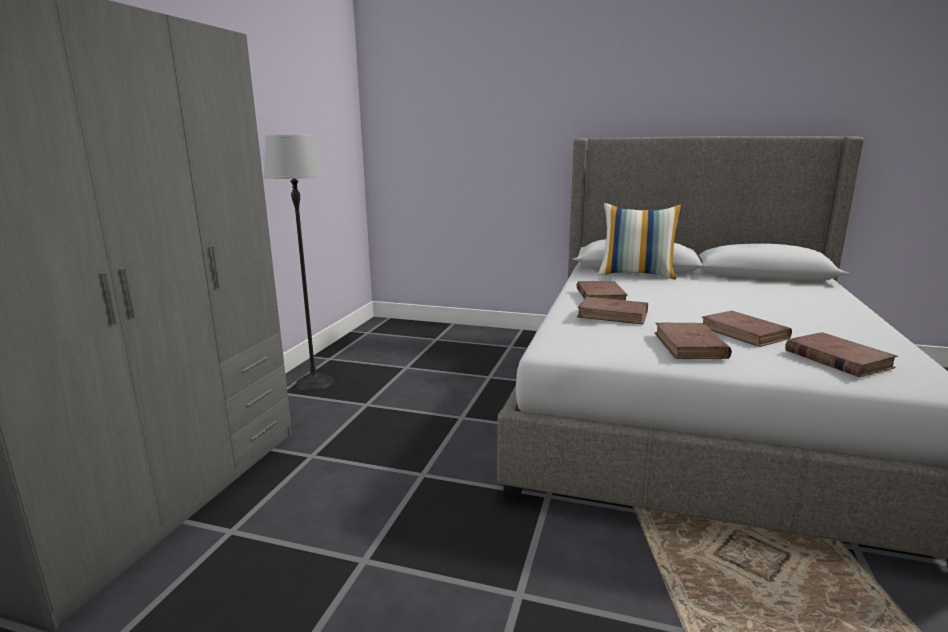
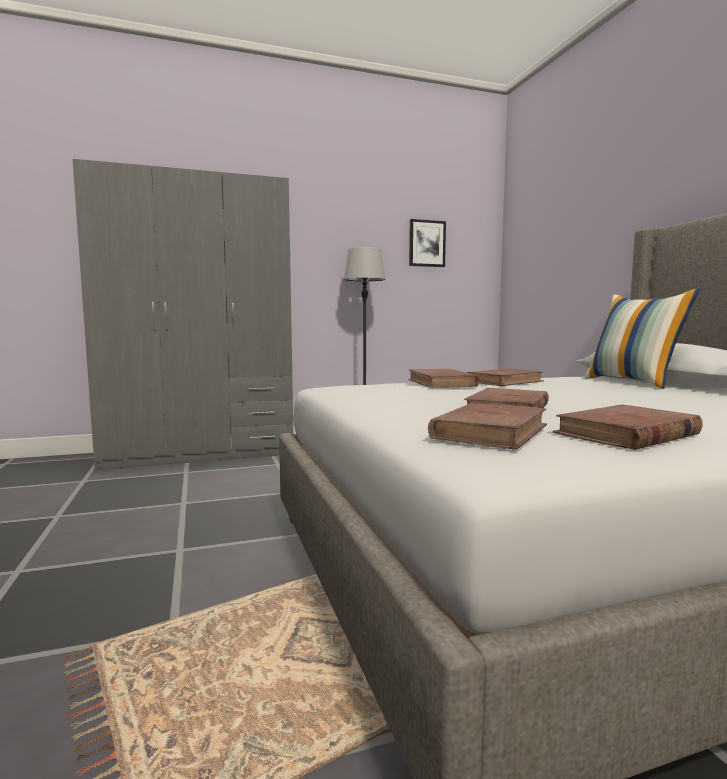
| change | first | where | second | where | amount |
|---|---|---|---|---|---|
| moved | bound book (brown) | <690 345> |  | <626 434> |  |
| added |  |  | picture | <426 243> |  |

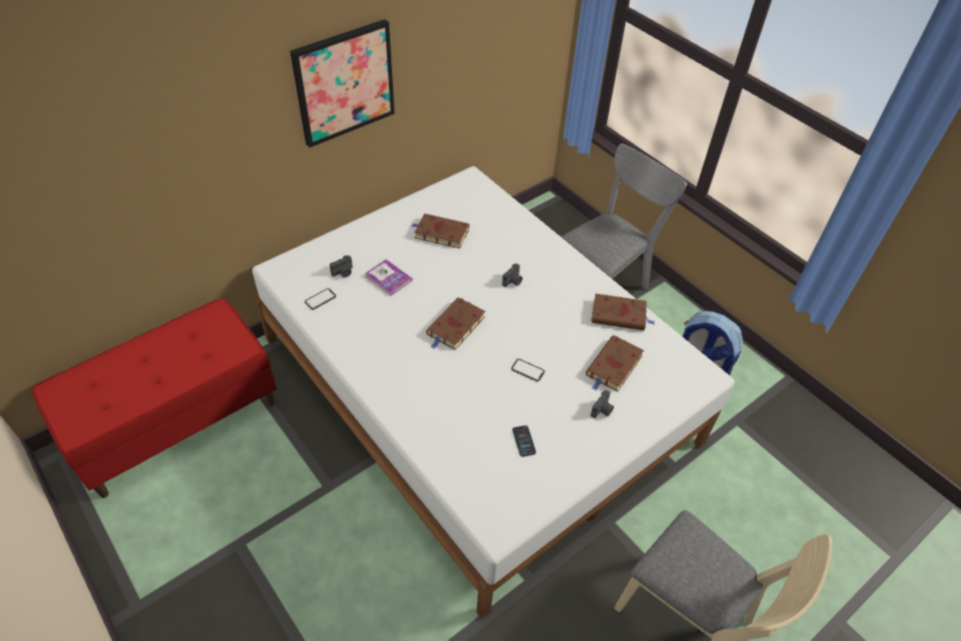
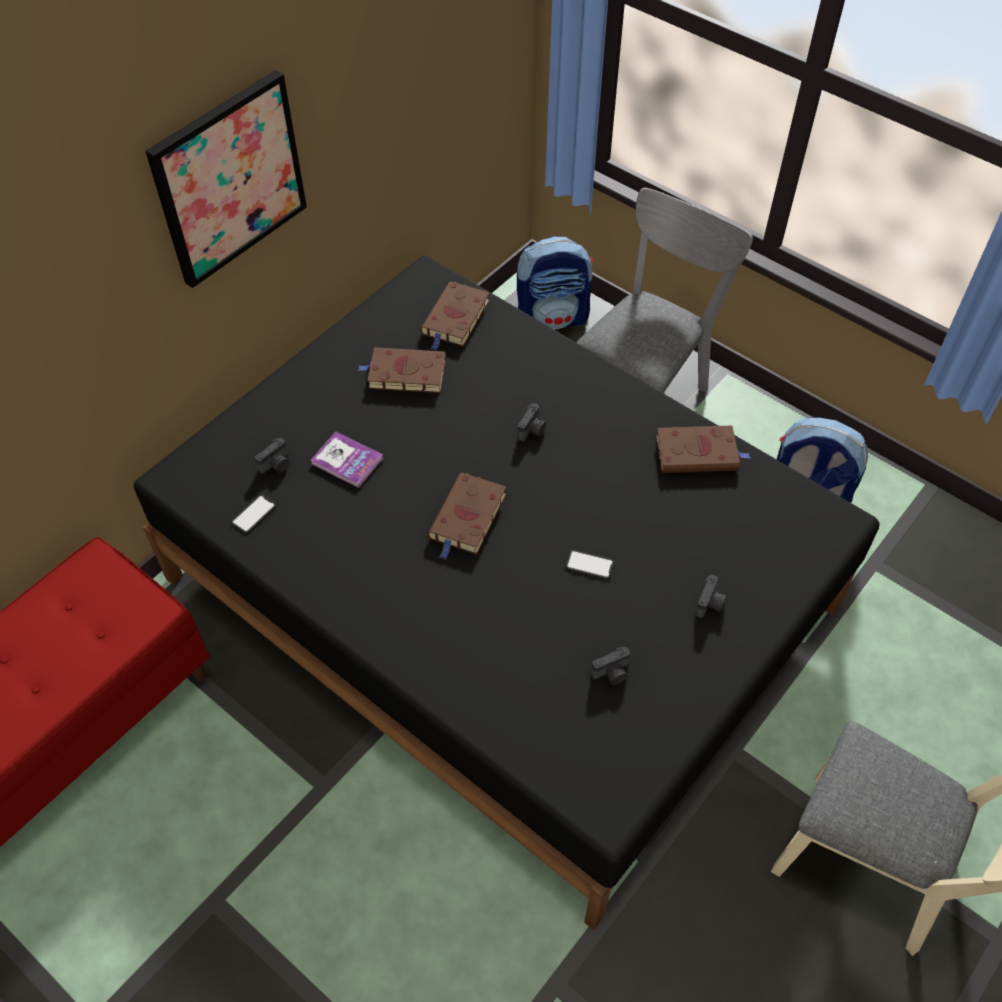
| change | first | where | second | where | amount |
|---|---|---|---|---|---|
| recoloured | bed (whitish) | <477 388> | bed (blackish) | <500 591> |  |
| moved | bound book (brown) | <613 367> |  | <455 319> |  |
| replaced | handset | <524 441> | still camera | <612 673> |  |
| added |  |  | backpack | <553 317> |  |

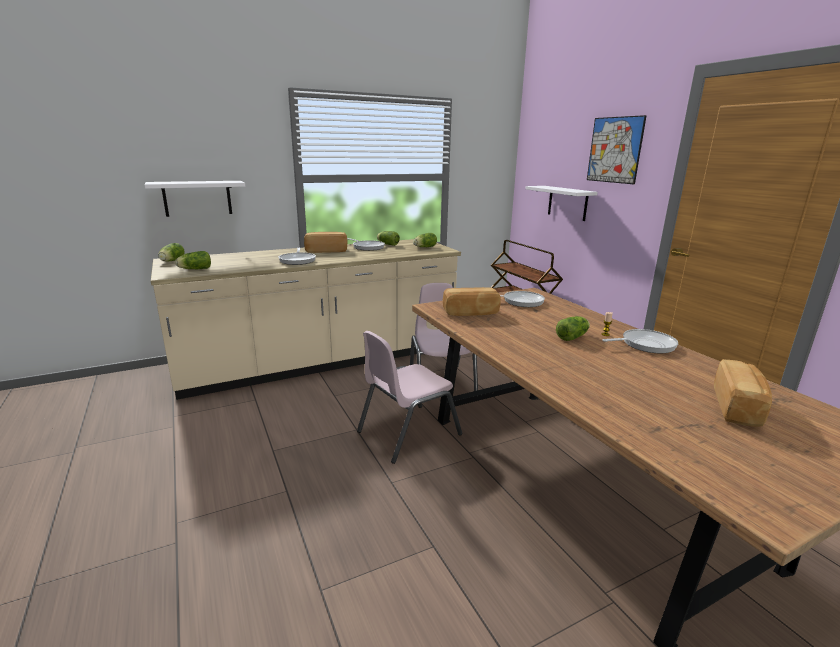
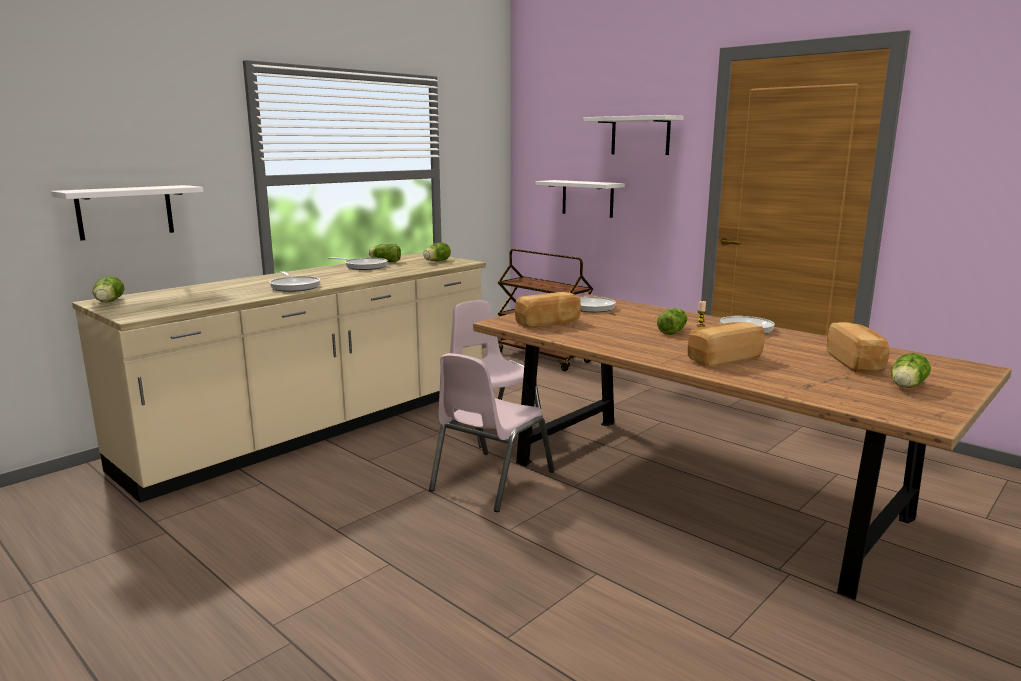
| change | first | where | second | where | amount |
|---|---|---|---|---|---|
| replaced | picture | <614 150> | shelf (whitish) | <640 135> |  |
| moved | baked bread | <326 250> |  | <723 359> |  |
| moved | lettuce | <194 269> |  | <906 386> |  |

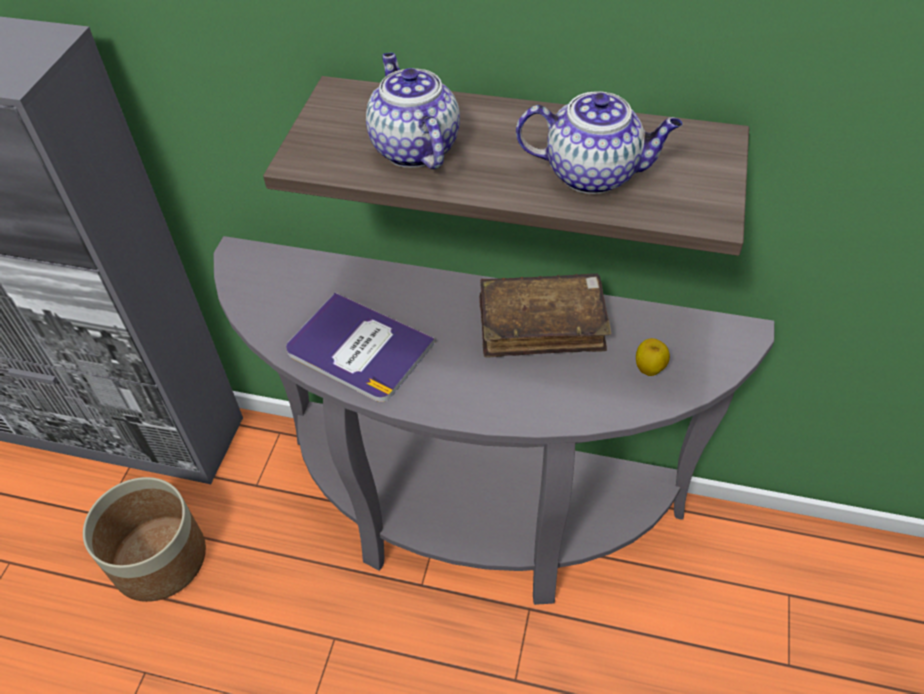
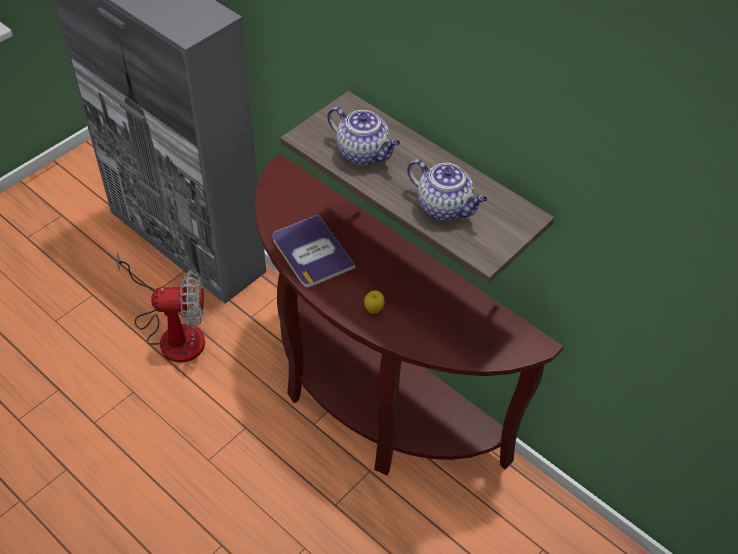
| change | first | where | second | where | amount |
|---|---|---|---|---|---|
| turned | pot for tea | <413 148> |  | <364 153> | 120 degrees clockwise |
| recoloured | console table (grey) | <472 516> | console table (brown) | <370 400> |  |
| removed | bound book (brown) | <541 325> |  |  |  |
| moved | apple | <649 369> |  | <374 310> |  |
| replaced | plant pot | <159 558> | cooling fan | <173 332> |  |

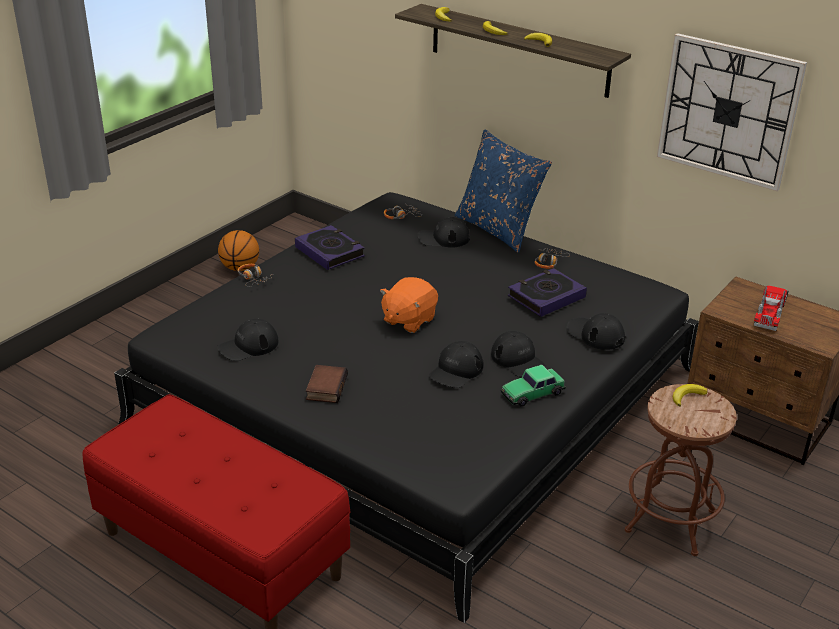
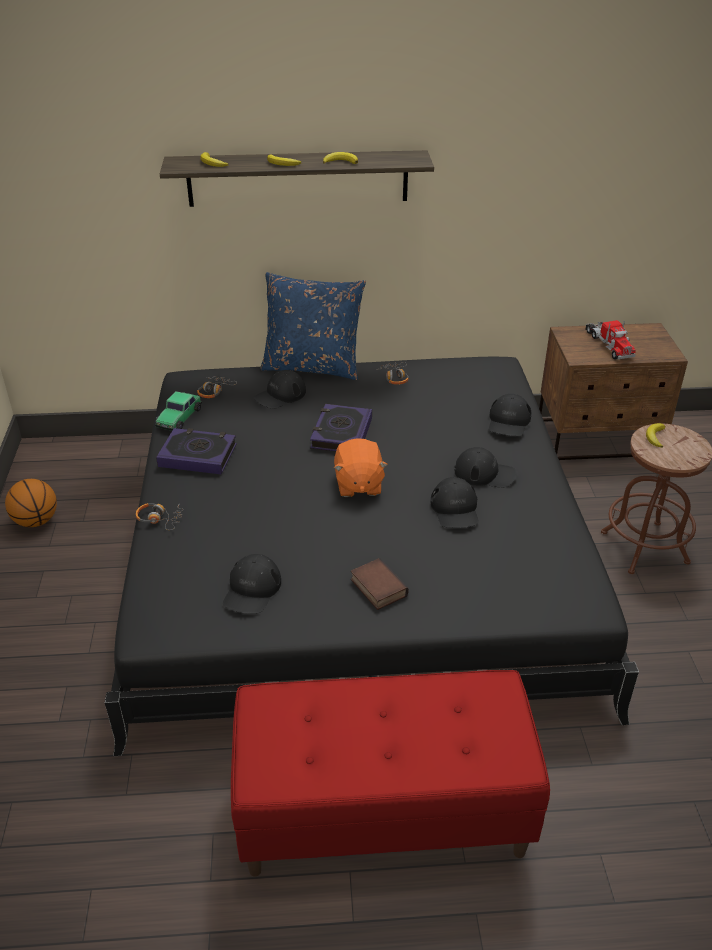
| change | first | where | second | where | amount |
|---|---|---|---|---|---|
| removed | wall clock | <728 111> |  |  |  |
| moved | bound book | <546 297> |  | <341 433> |  |
| turned | cap (blackish) | <595 334> |  | <508 421> | 75 degrees counterclockwise |
| moved | miniature car | <532 393> |  | <179 417> |  |

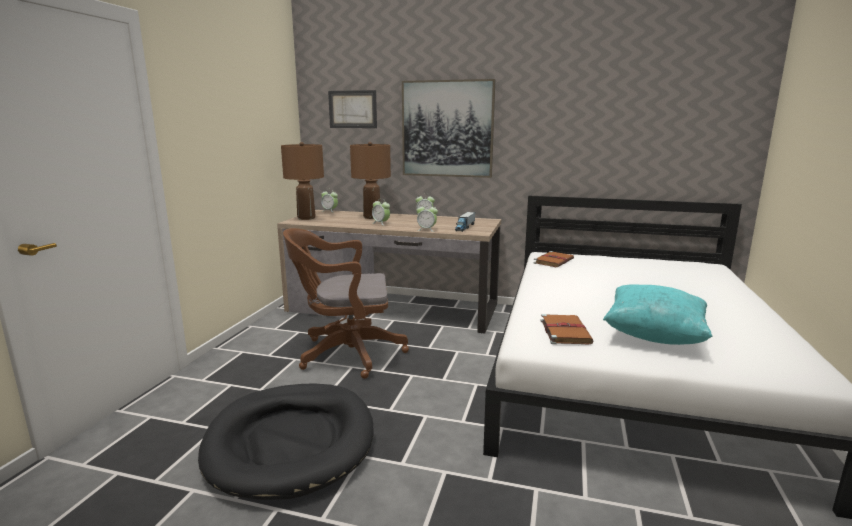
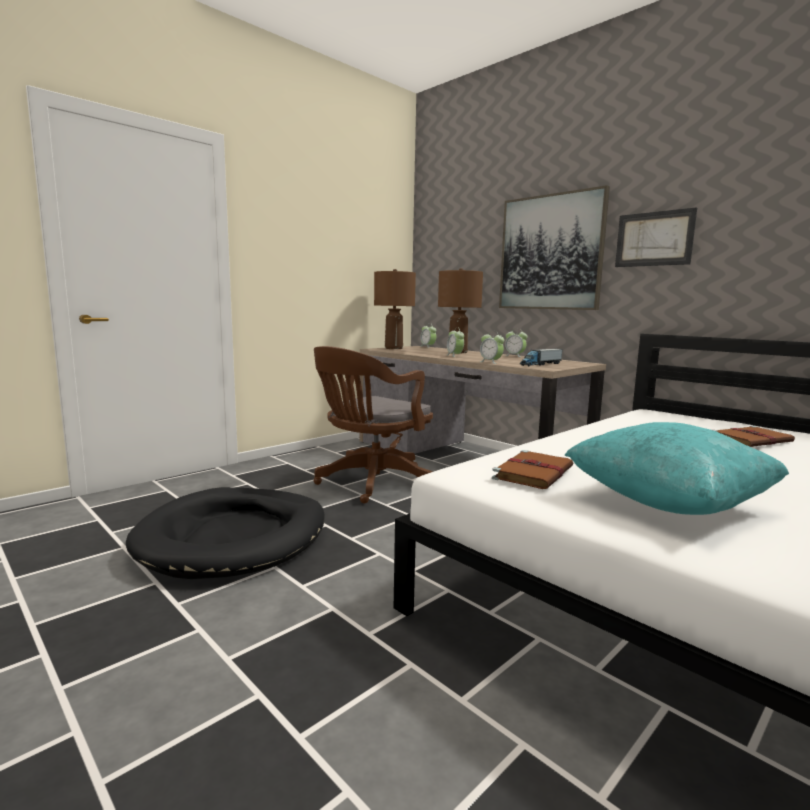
| change | first | where | second | where | amount |
|---|---|---|---|---|---|
| moved | picture | <352 109> |  | <654 239> |  |
| turned | office chair (brown) | <346 354> |  | <371 483> | 75 degrees counterclockwise |
| moved | bound book (brown) | <554 261> |  | <751 440> |  |

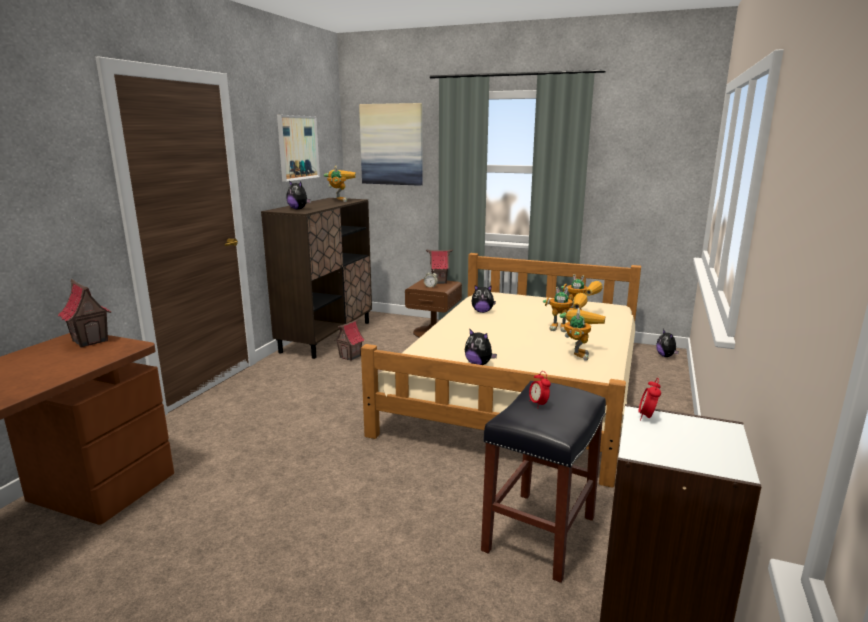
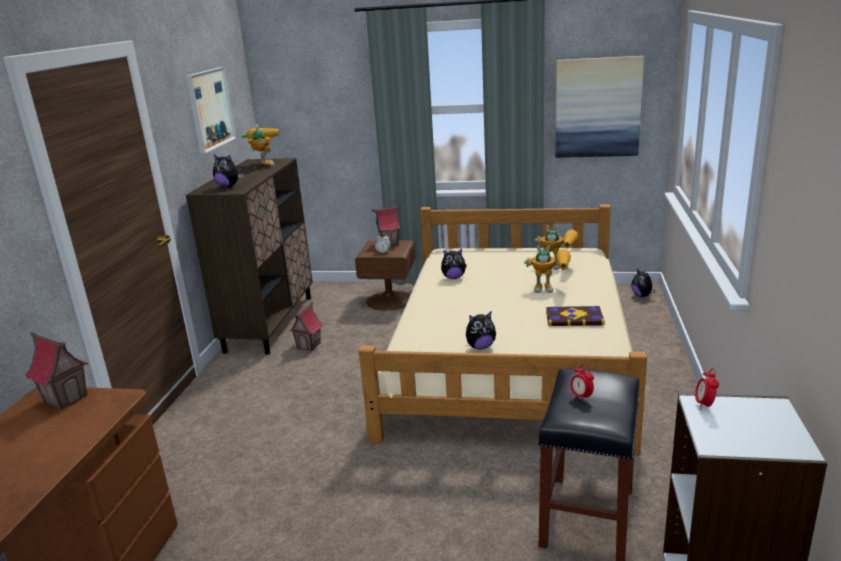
| change | first | where | second | where | amount |
|---|---|---|---|---|---|
| moved | picture | <392 144> |  | <597 108> |  |
| replaced | model robot | <577 353> | bound book | <574 318> |  |
| turned | soft toy | <479 364> |  | <480 347> | 45 degrees counterclockwise |

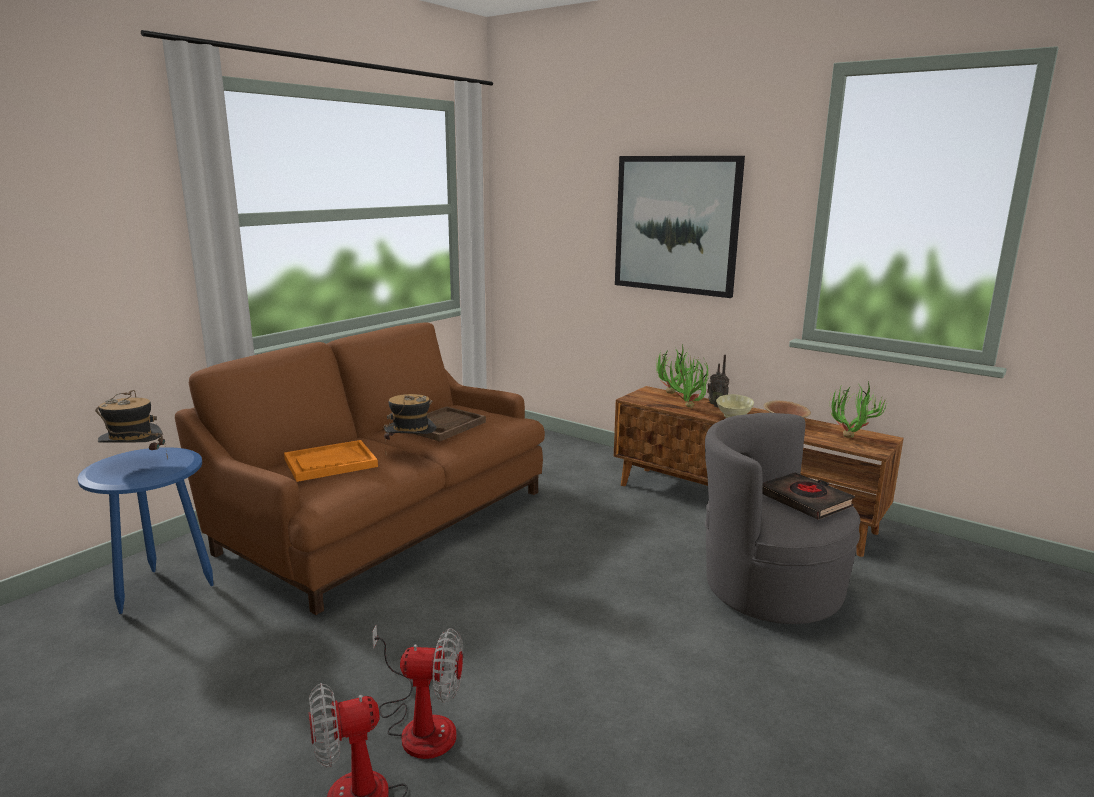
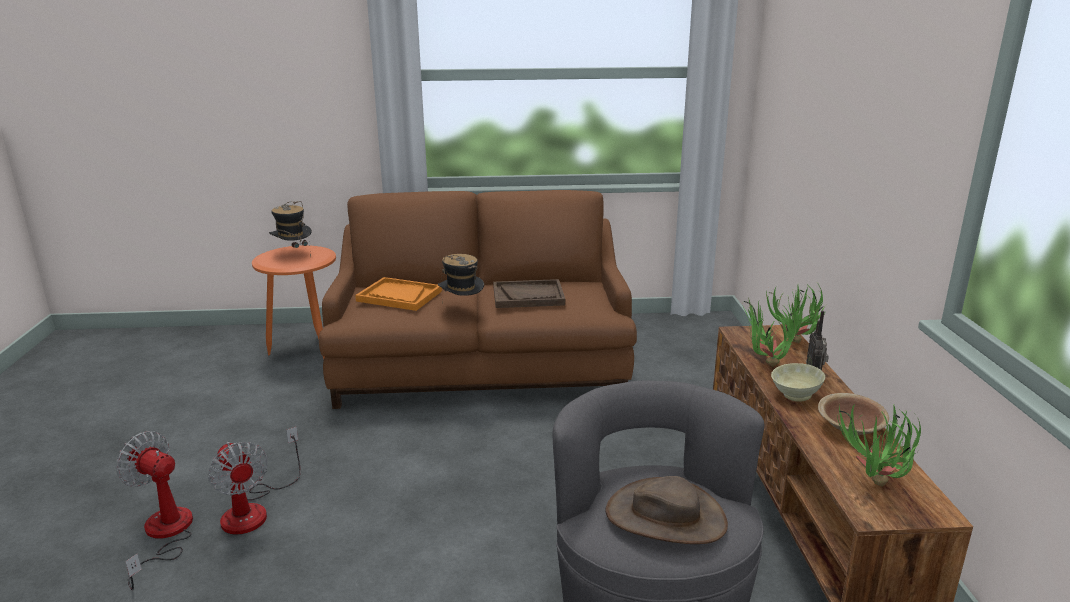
| change | first | where | second | where | amount |
|---|---|---|---|---|---|
| removed | picture | <676 225> |  |  |  |
| recoloured | end table (bluish) | <162 587> | end table (orangey) | <306 349> |  |
| replaced | bound book (blackish) | <805 501> | wearable hat (brown) | <665 517> |  |

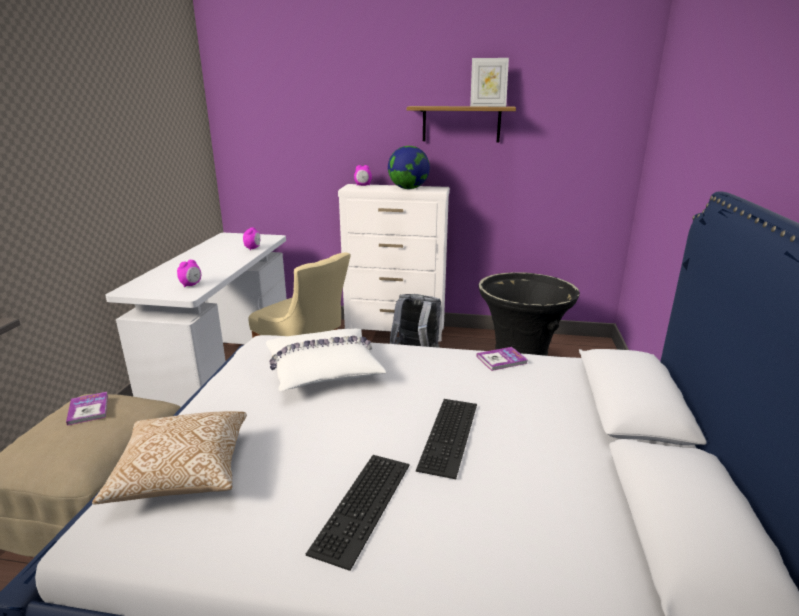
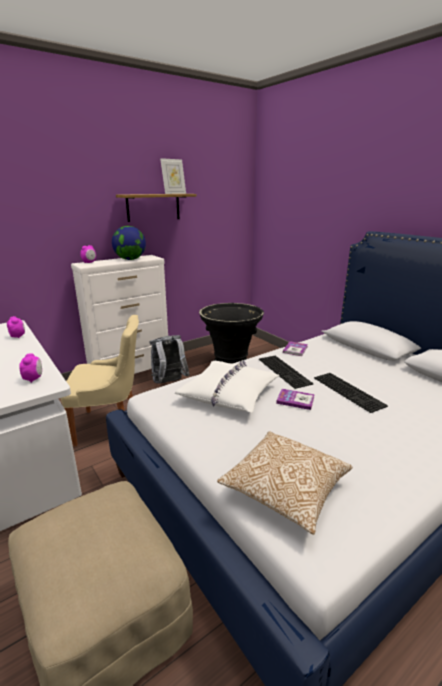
| change | first | where | second | where | amount |
|---|---|---|---|---|---|
| moved | bound book | <88 409> |  | <295 400> |  |
| moved | computer keyboard | <365 507> |  | <285 371> |  |

